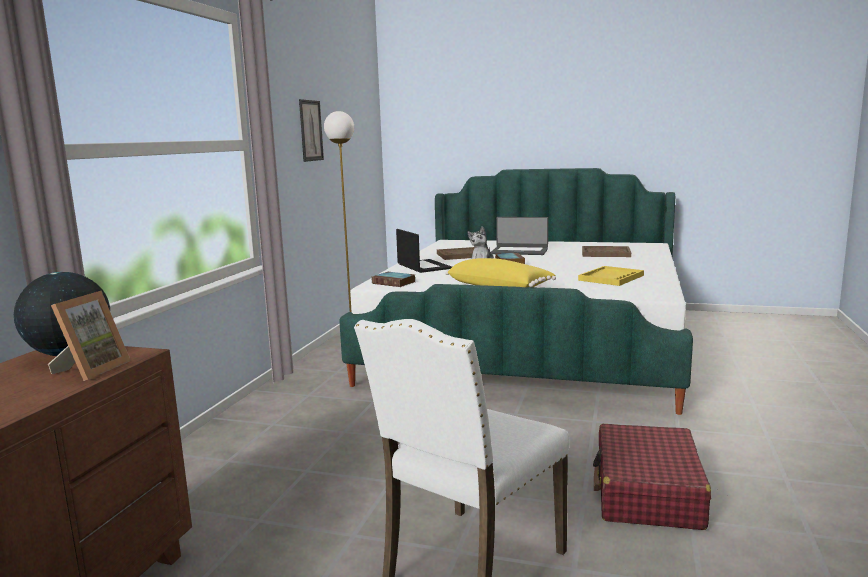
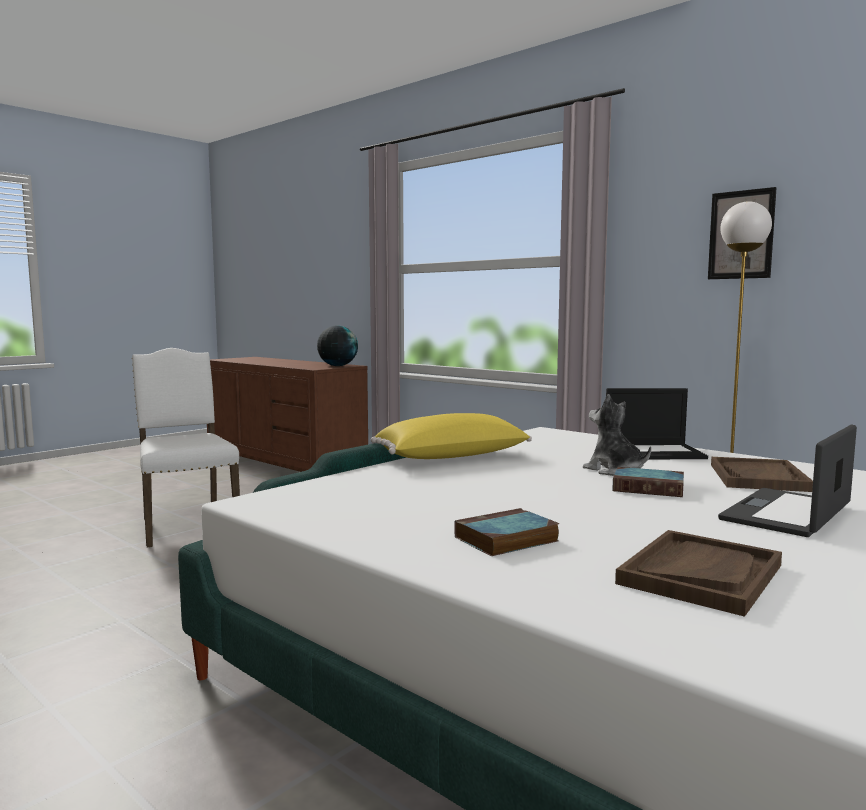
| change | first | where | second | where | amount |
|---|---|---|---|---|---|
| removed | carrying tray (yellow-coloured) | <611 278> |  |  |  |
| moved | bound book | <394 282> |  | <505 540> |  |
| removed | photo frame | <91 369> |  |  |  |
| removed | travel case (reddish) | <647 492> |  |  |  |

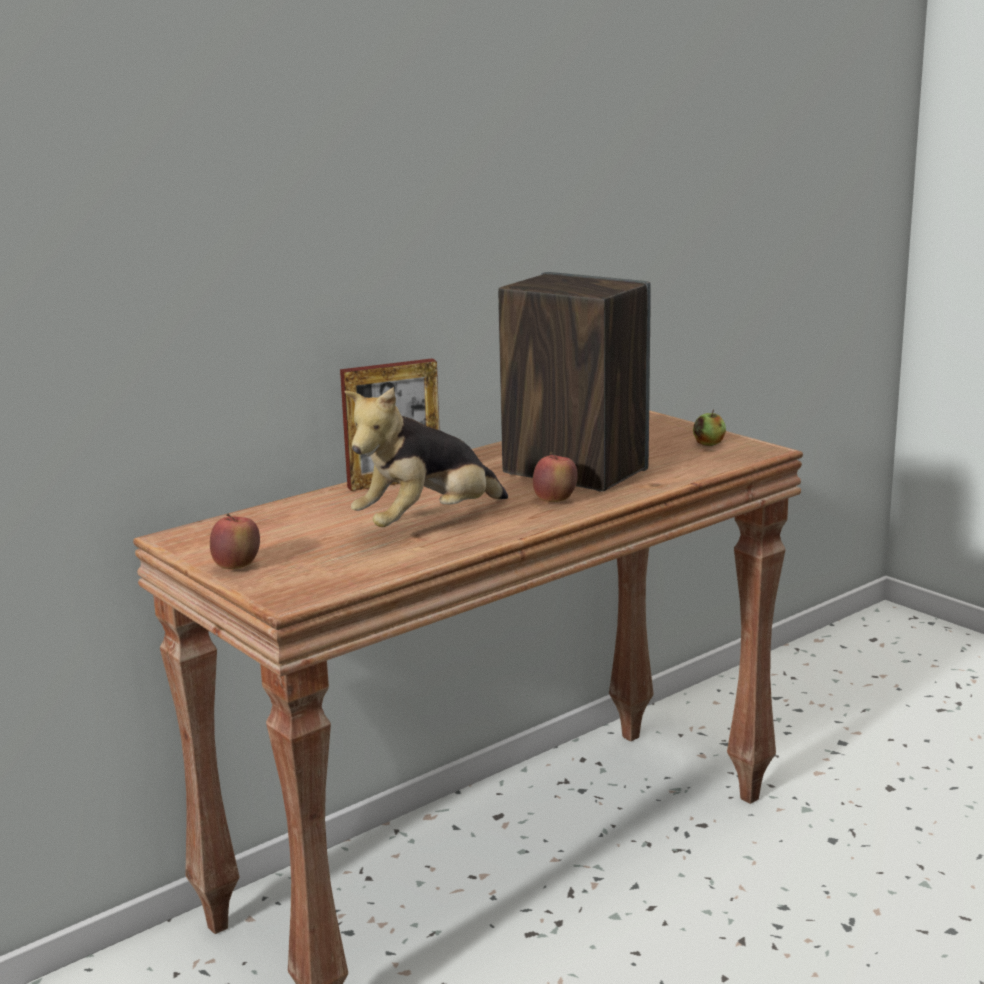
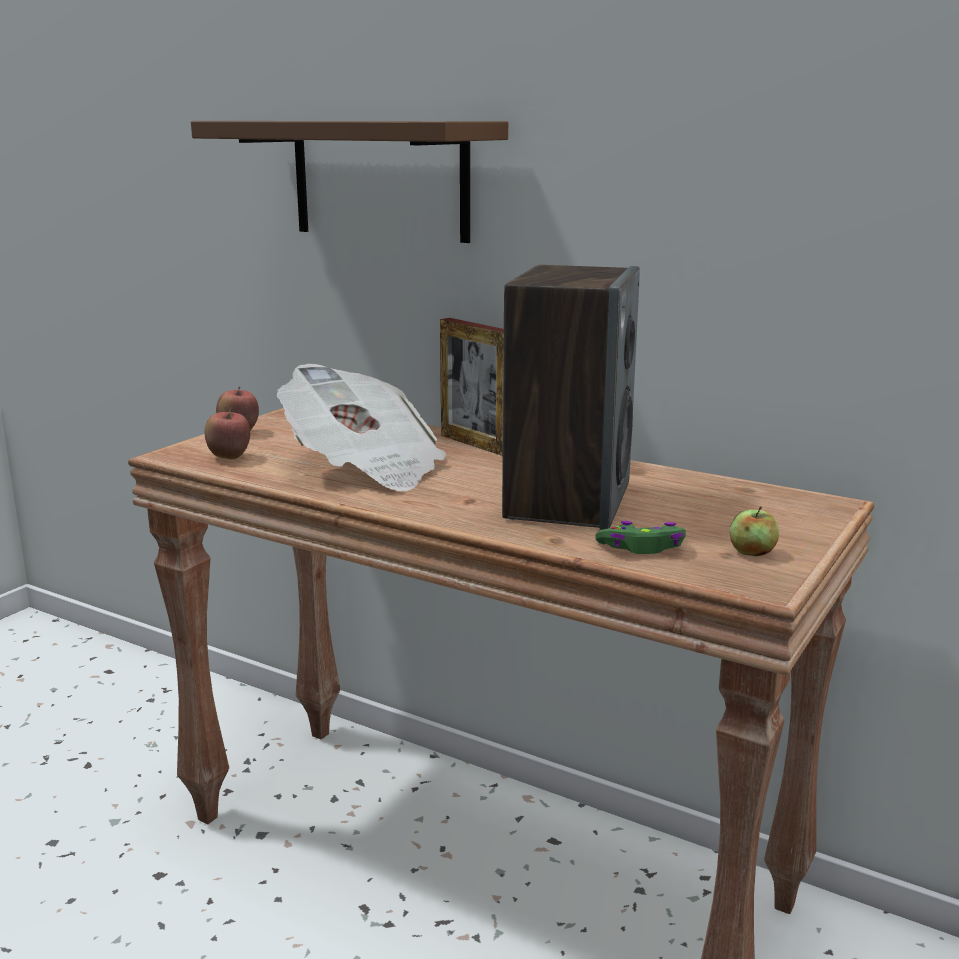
| change | first | where | second | where | amount |
|---|---|---|---|---|---|
| replaced | soft toy | <427 524> | newspaper | <365 468> |  |
| moved | apple | <555 501> |  | <229 458> |  |
| added |  |  | shelf (brown) | <380 179> |  |
| added |  |  | game controller (green-coloured) | <642 548> |  |

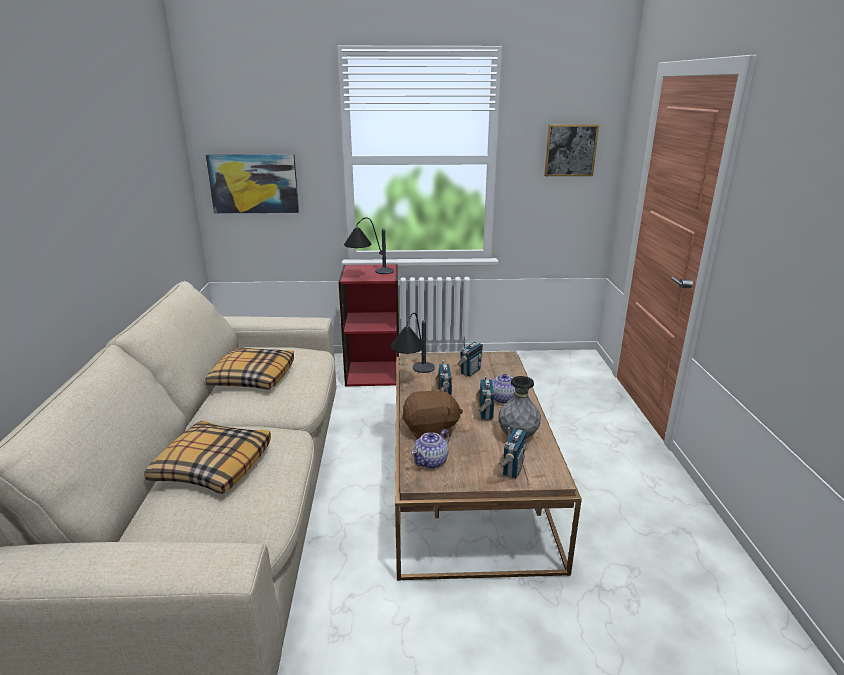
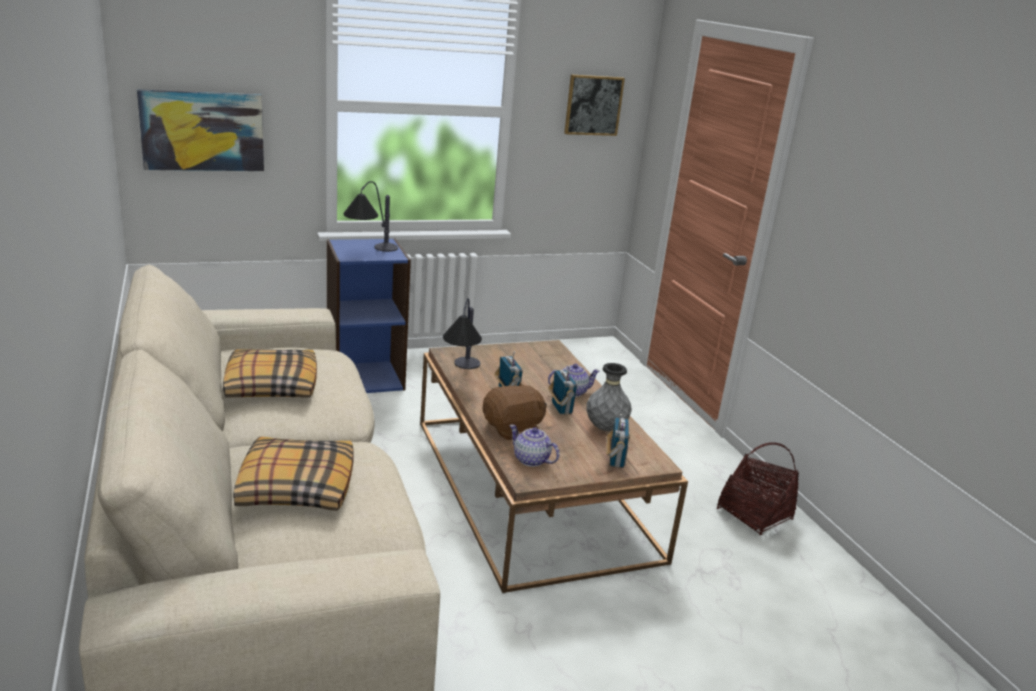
| change | first | where | second | where | amount |
|---|---|---|---|---|---|
| recoloured | bookshelf (reddish) | <373 373> | bookshelf (bluish) | <365 377> |  |
| removed | radio set | <470 371> |  |  |  |
| turned | pot for tea | <431 461> |  | <531 460> | 105 degrees clockwise |
| added |  |  | household basket | <755 514> |  |

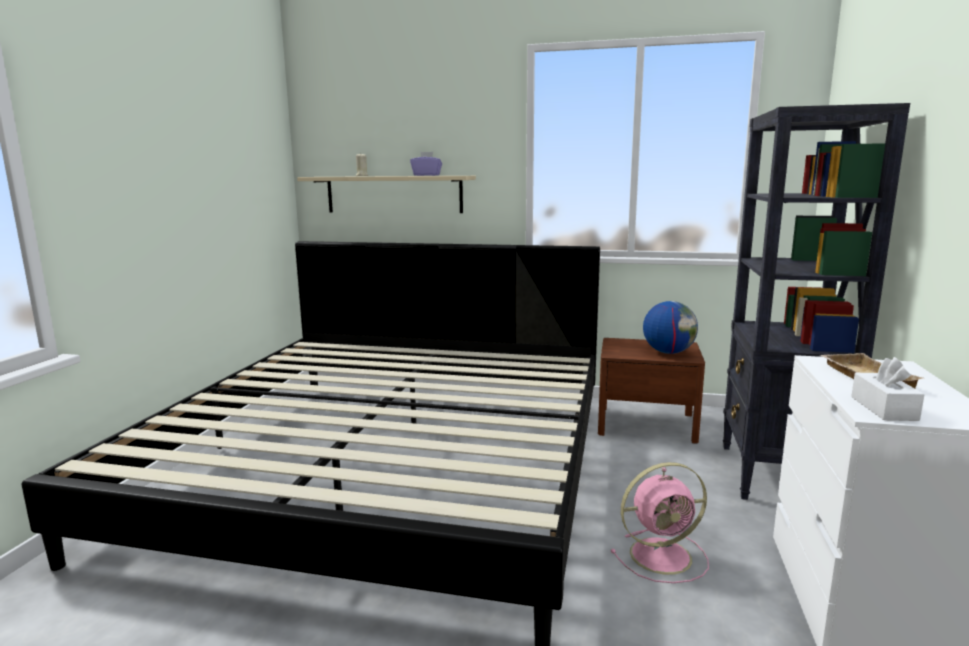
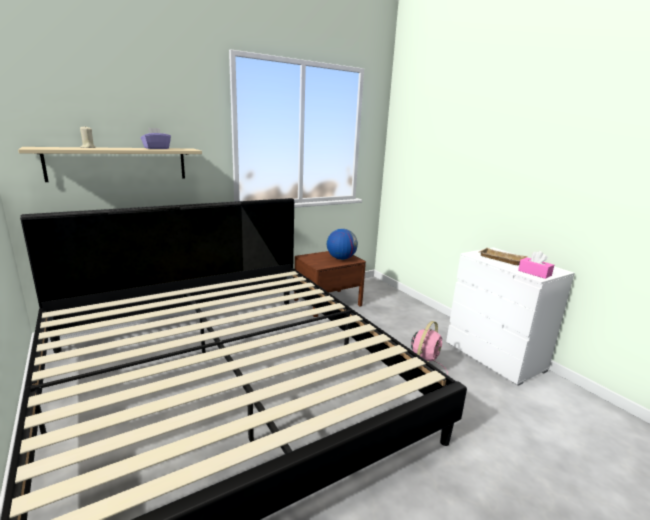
| change | first | where | second | where | amount |
|---|---|---|---|---|---|
| removed | bookshelf (blackish) | <778 476> |  |  |  |
| recoloured | tissue holder (whitish) | <883 408> | tissue holder (pink) | <534 273> |  |

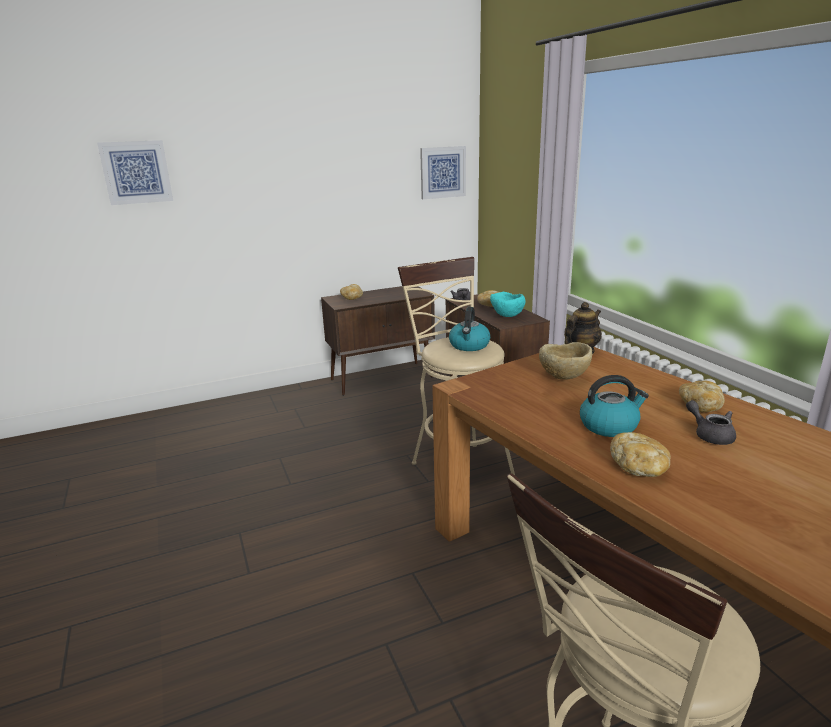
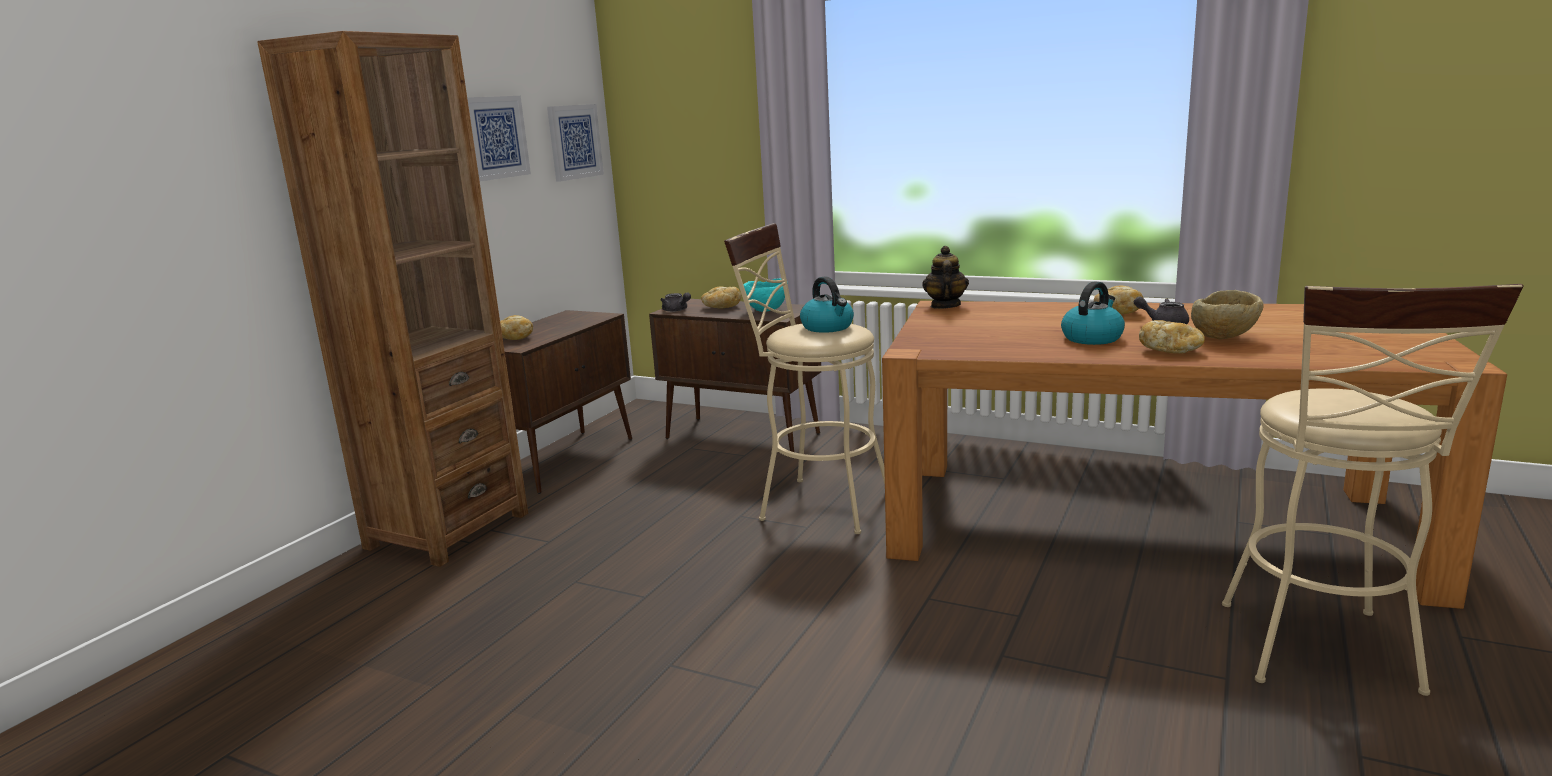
| change | first | where | second | where | amount |
|---|---|---|---|---|---|
| moved | picture | <136 172> |  | <494 137> |  |
| moved | bowl (beige-coloured) | <563 378> |  | <1224 338> |  |
| added |  |  | bookshelf (brown) | <447 530> |  |

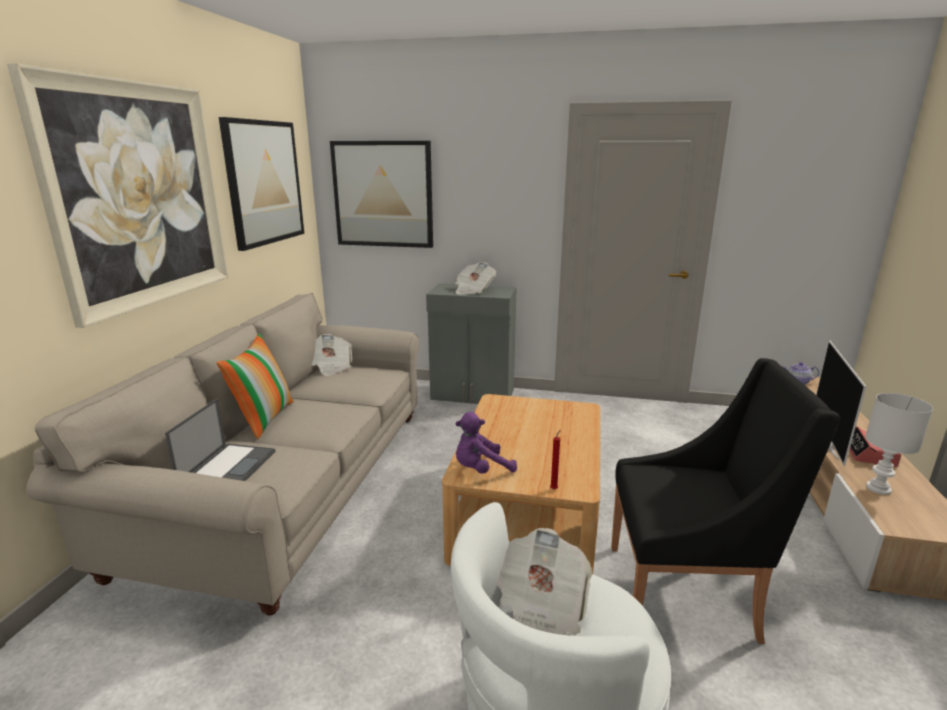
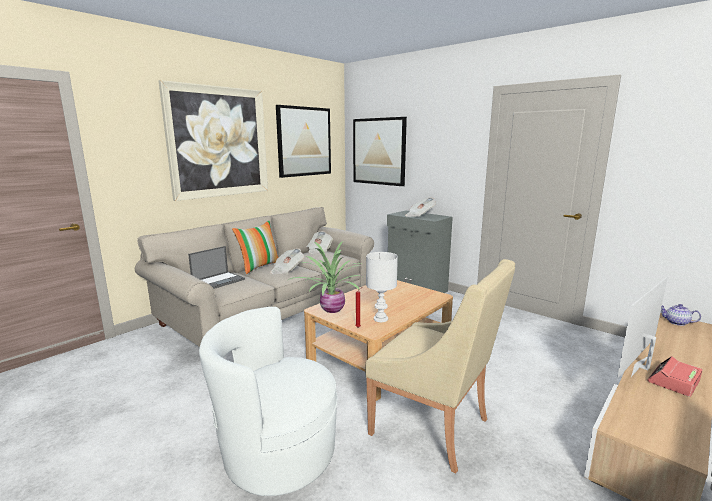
| change | first | where | second | where | amount |
|---|---|---|---|---|---|
| recoloured | easy chair (blackish) | <686 592> | easy chair (beige-coloured) | <433 427> |  |
| moved | lamp for a table (whitish) | <879 489> |  | <380 319> |  |
| replaced | soft toy (purplish) | <481 469> | potted plant | <331 309> |  |
| moved | newspaper | <541 607> |  | <286 270> |  |

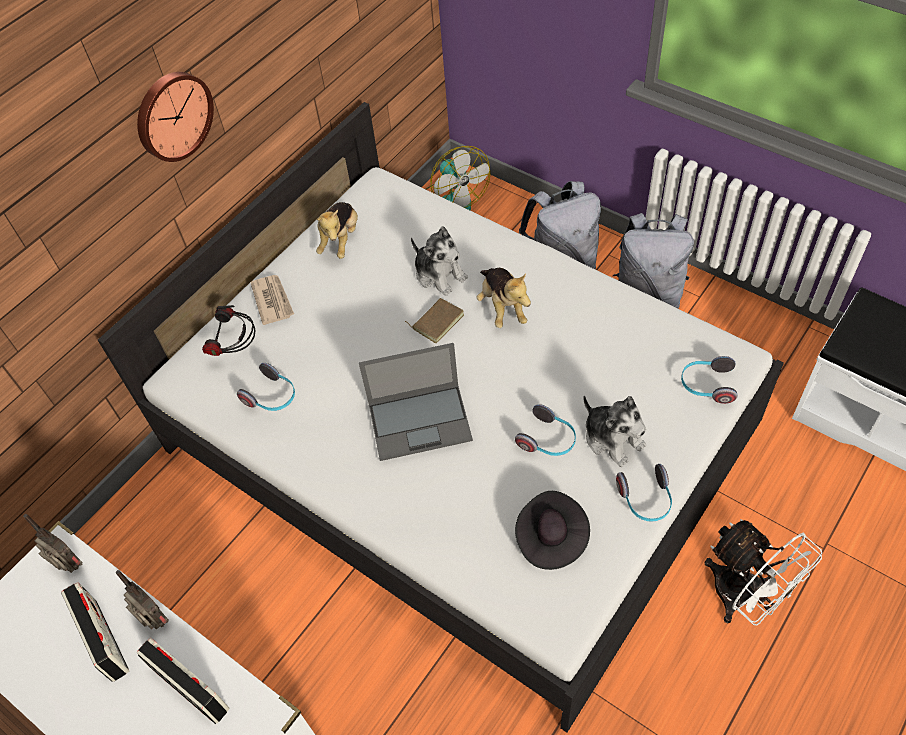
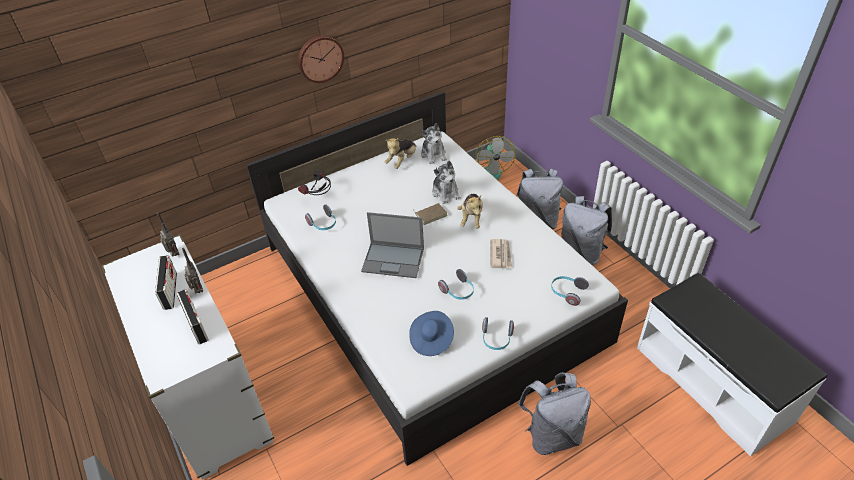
| change | first | where | second | where | amount |
|---|---|---|---|---|---|
| moved | newspaper | <272 300> |  | <500 255> |  |
| moved | soft toy | <613 438> |  | <434 154> |  |
| recoloured | wearable hat (blackish) | <551 538> | wearable hat (bluish) | <431 340> |  |
| replaced | cooling fan (whitish) | <744 597> | backpack (grey) | <552 435> |  |

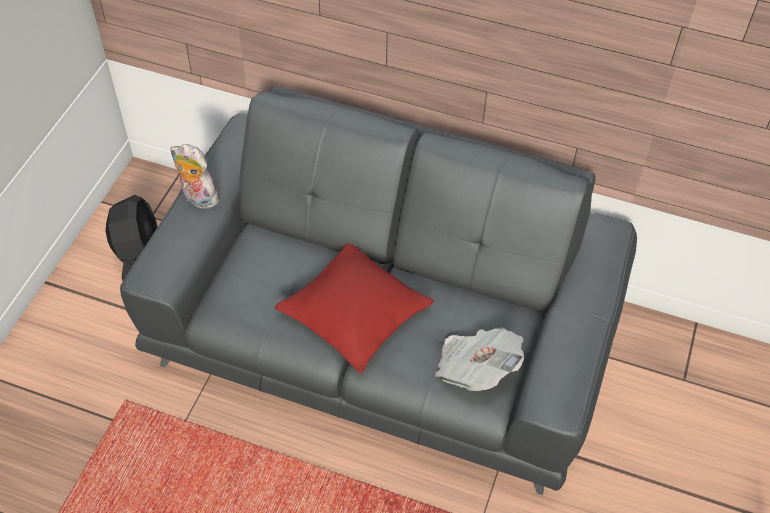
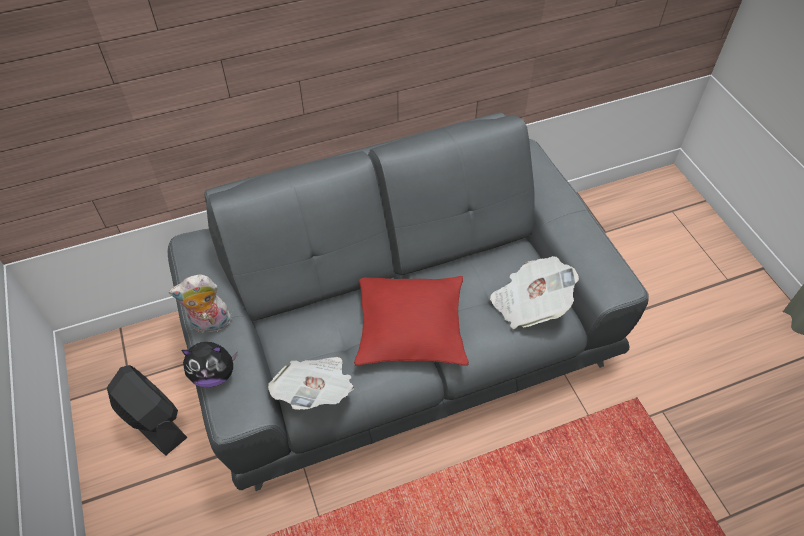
| change | first | where | second | where | amount |
|---|---|---|---|---|---|
| added |  |  | soft toy | <214 374> |  |
| added |  |  | newspaper | <316 391> |  |

